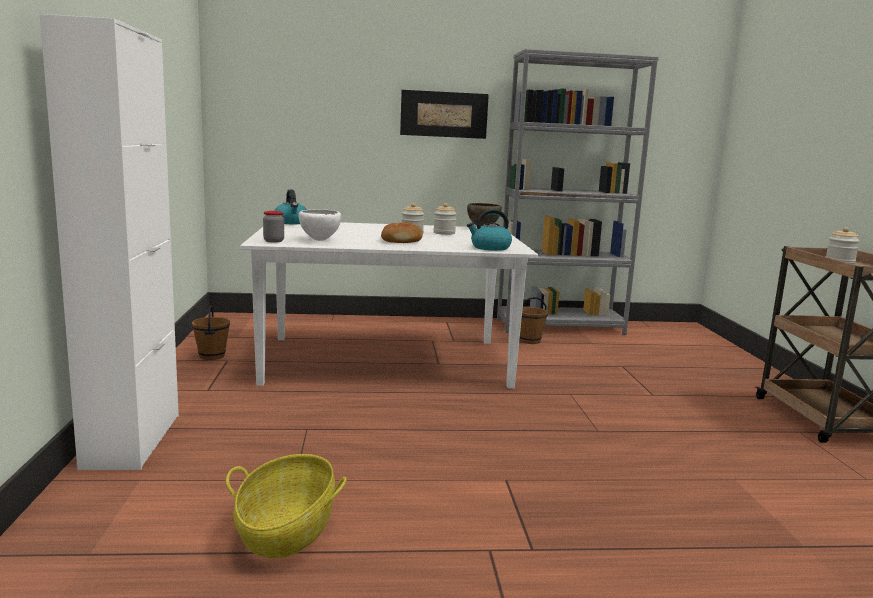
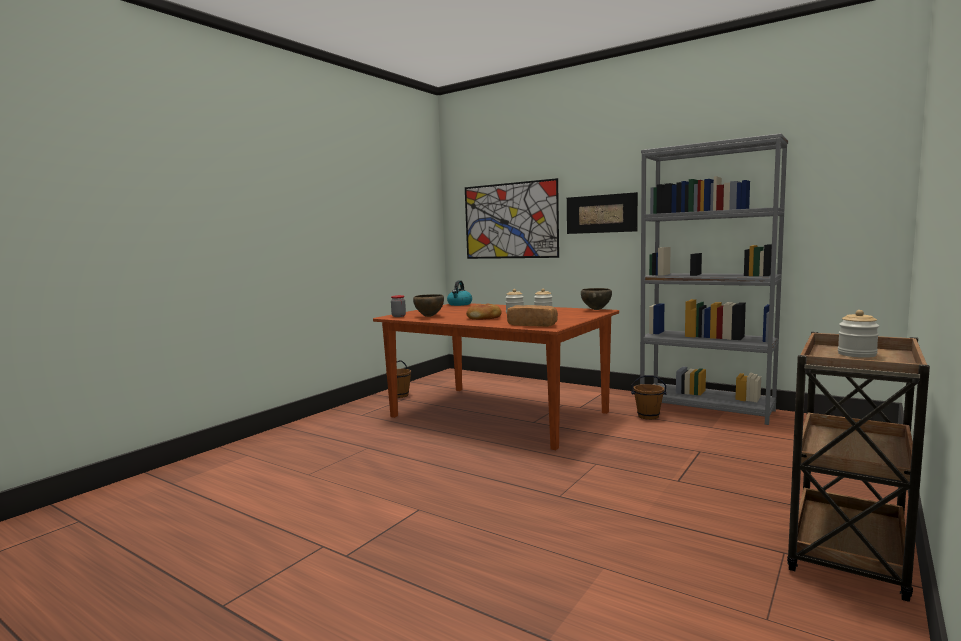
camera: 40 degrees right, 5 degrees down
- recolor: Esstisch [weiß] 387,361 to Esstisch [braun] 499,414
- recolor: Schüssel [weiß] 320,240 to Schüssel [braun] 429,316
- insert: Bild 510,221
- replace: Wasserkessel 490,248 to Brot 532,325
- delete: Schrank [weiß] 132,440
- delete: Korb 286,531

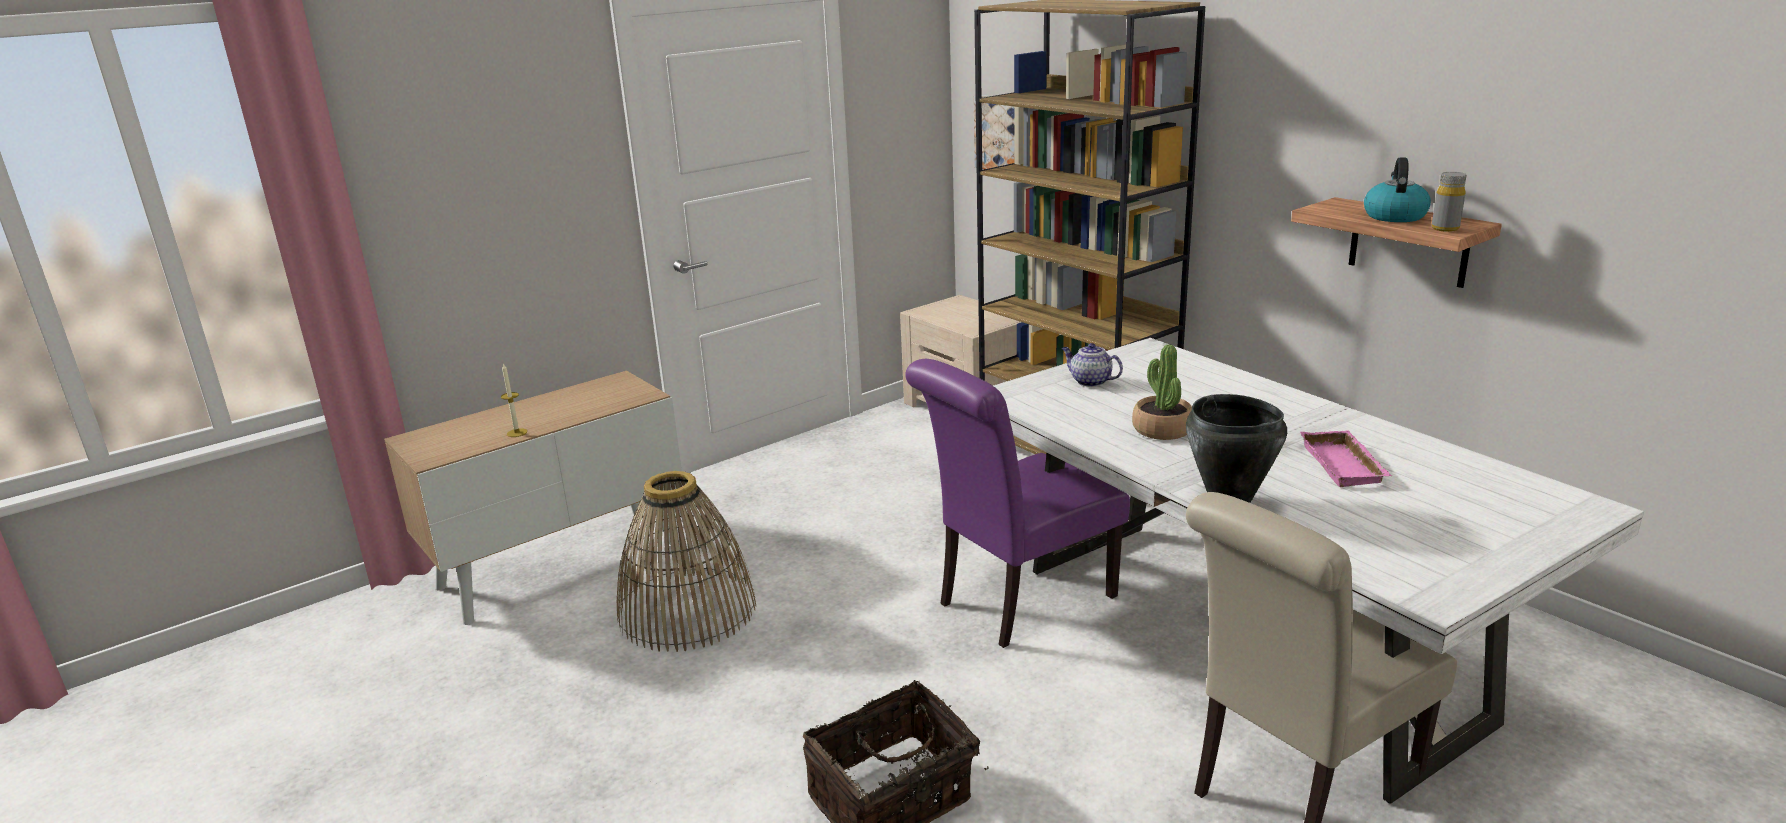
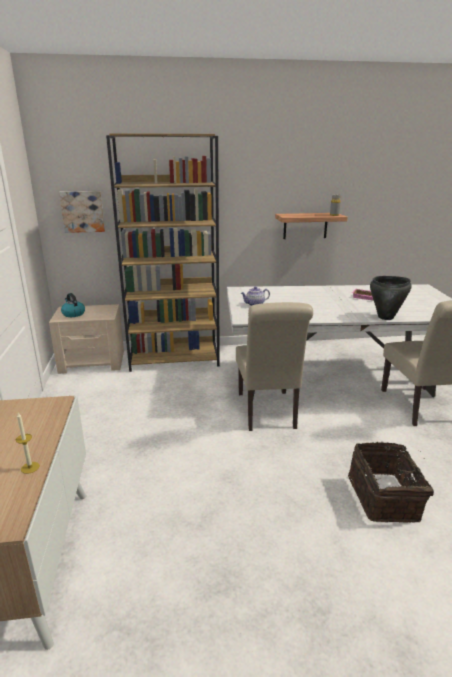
camera: 60 degrees left, 0 degrees up
- move: Wasserkessel 1394,216 to 73,314
- recolor: Stuhl [lila] 1018,602 to Stuhl [beige] 267,413
- delete: Korb 687,611
- delete: Topfpflanze 1162,429

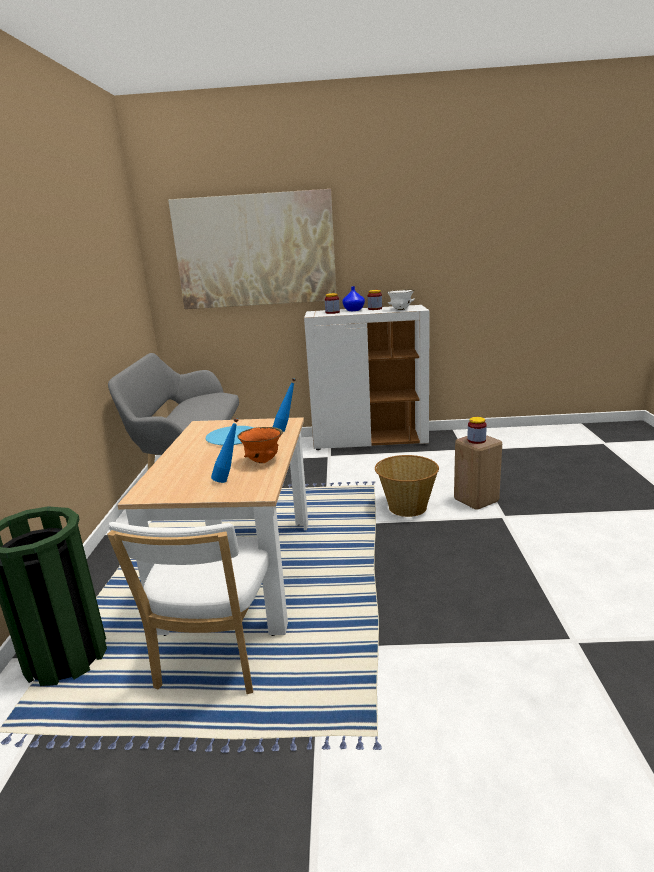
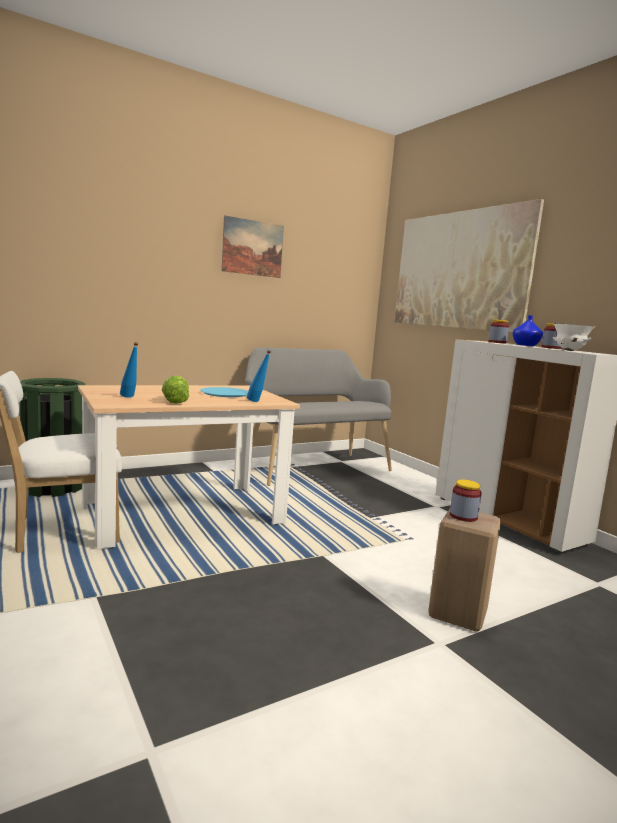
camera: 55 degrees right, 10 degrees down
- replace: Schüssel [orange] 263,461 to Salatkopf 176,401
- insert: Bild 252,248
- delete: Korb 406,507

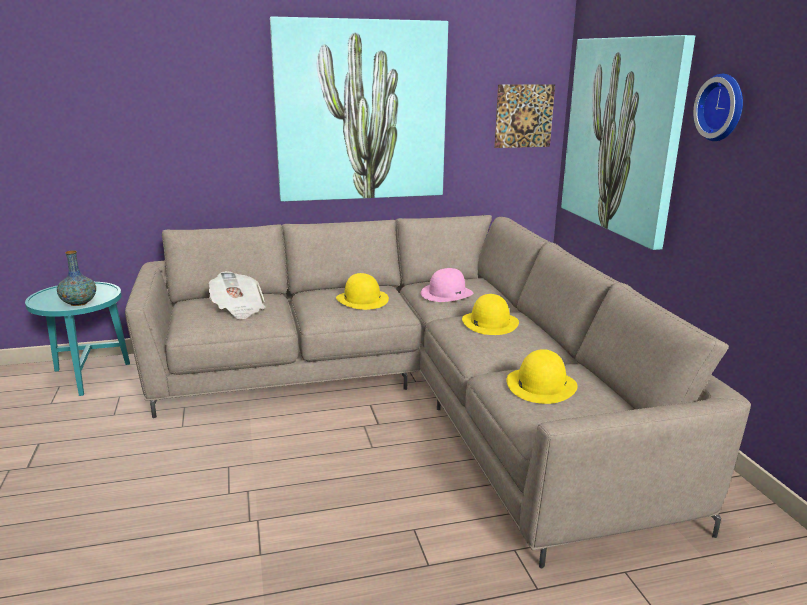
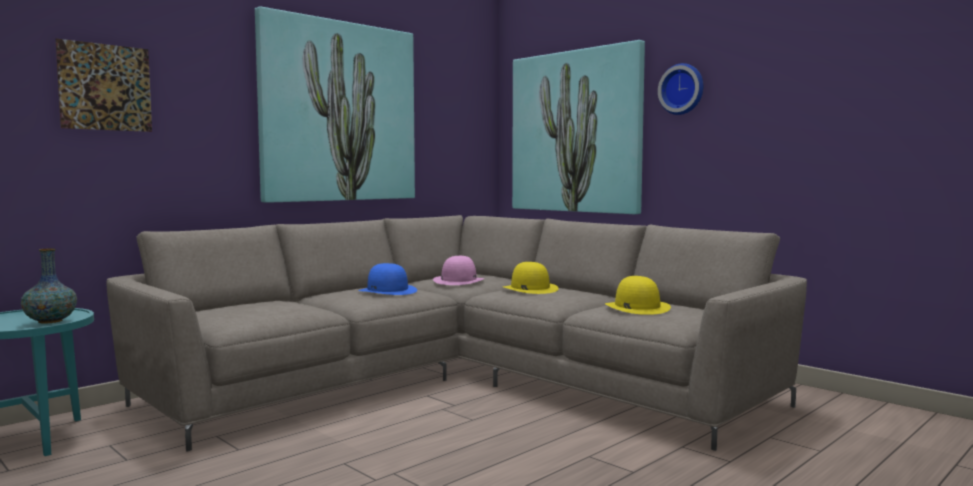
camera: 30 degrees left, 15 degrees down
- move: Bild 524,116 to 105,87
- recolor: Hut [gelb] 362,299 to Hut [blau] 388,291
- delete: Zeitung 238,309

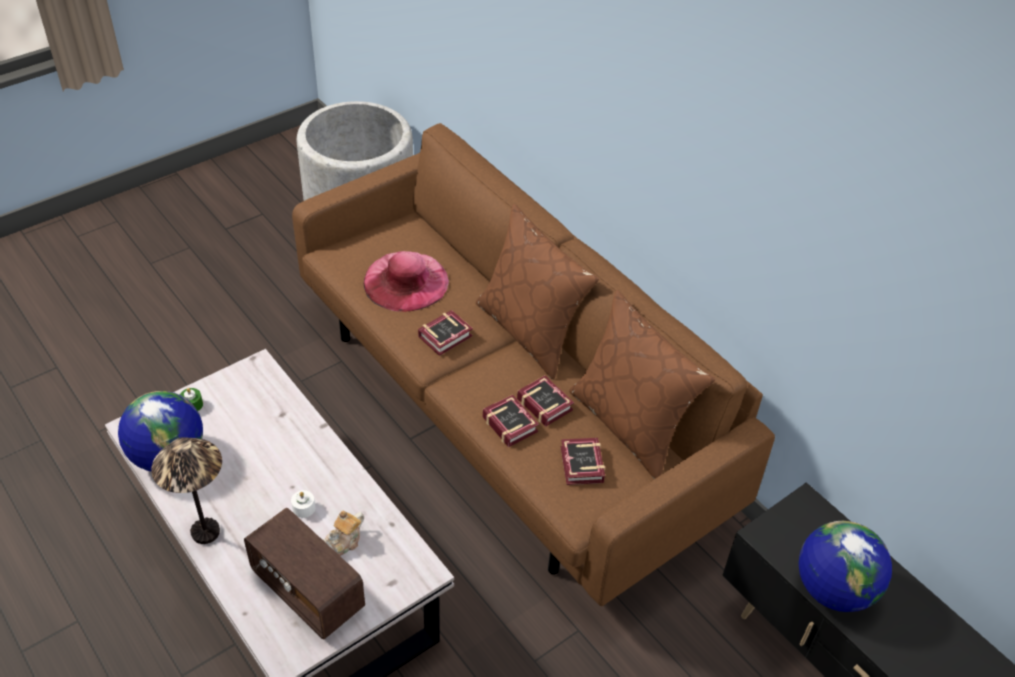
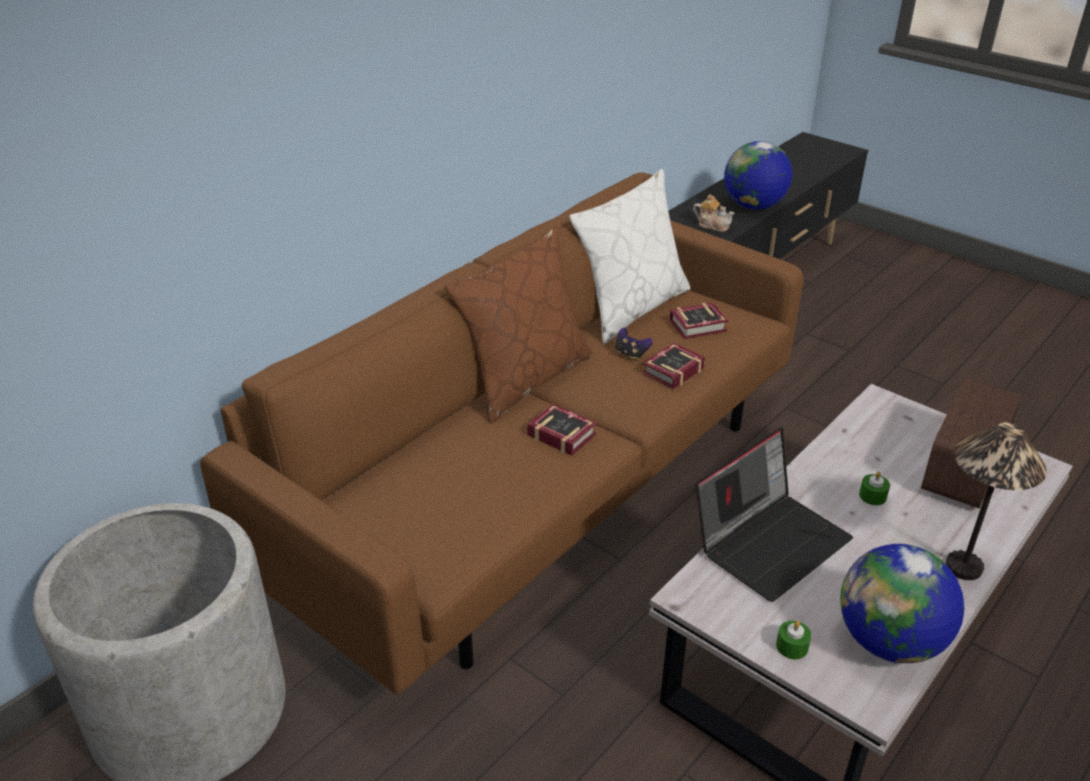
camera: 100 degrees left, 10 degrees down
- recolor: Kissen [braun] 630,425 to Kissen [weiß] 630,307
- replace: Buch 544,402 to Gamepad 631,354
- move: Teekanne 344,542 to 712,225
- insert: Laptop 770,541
- recolor: Kerze [weiß] 304,508 to Kerze [grün] 872,496
- delete: Hut [rosa] 405,281

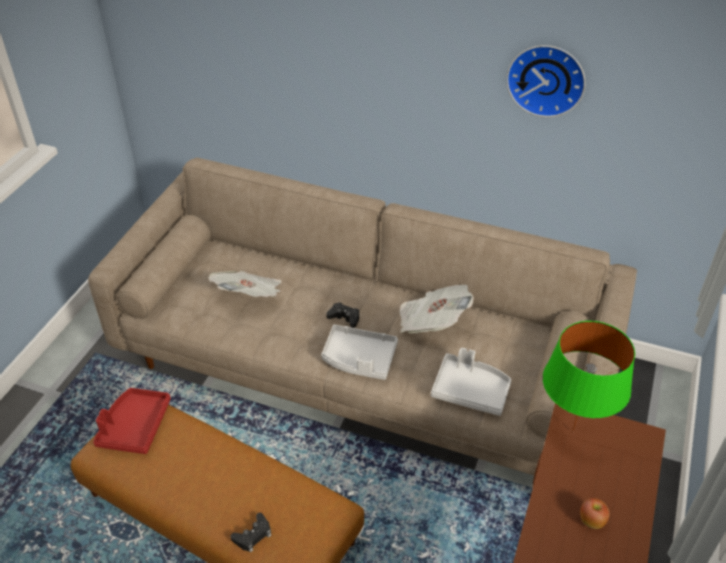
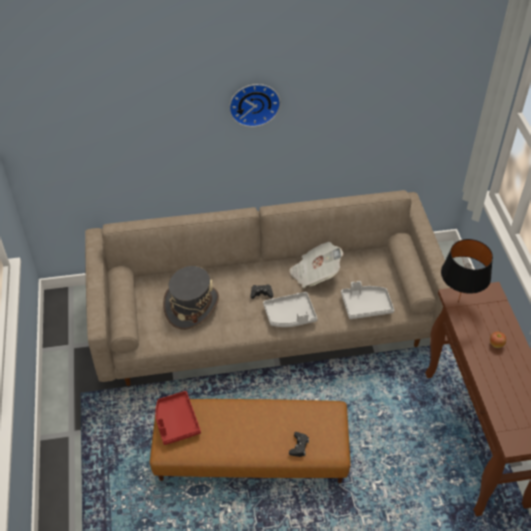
camera: 30 degrees left, 5 degrees up
- replace: Zeitung 250,297 to Hut [grau] 191,306
- move: Wanduhr 546,79 to 254,103
- recolor: Tischlampe [grün] 571,430 to Tischlampe [schwarz] 457,303

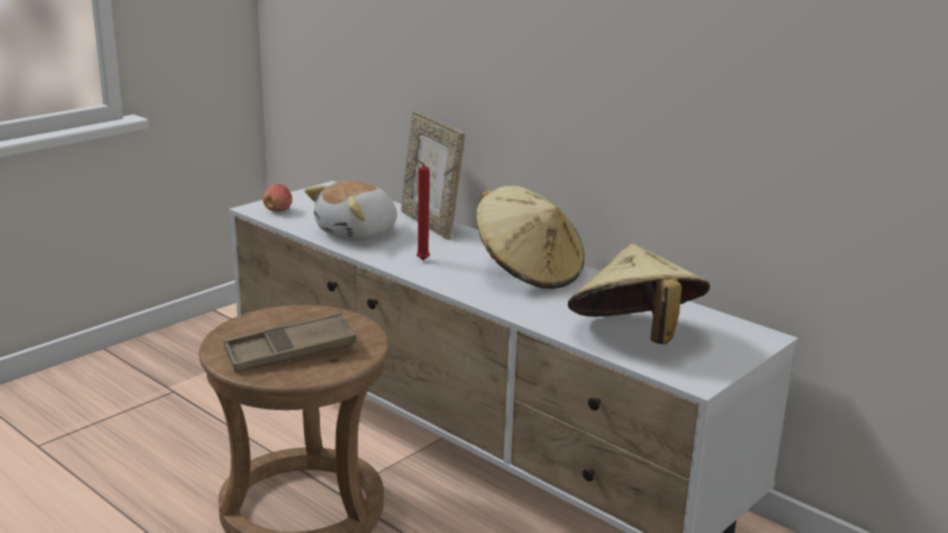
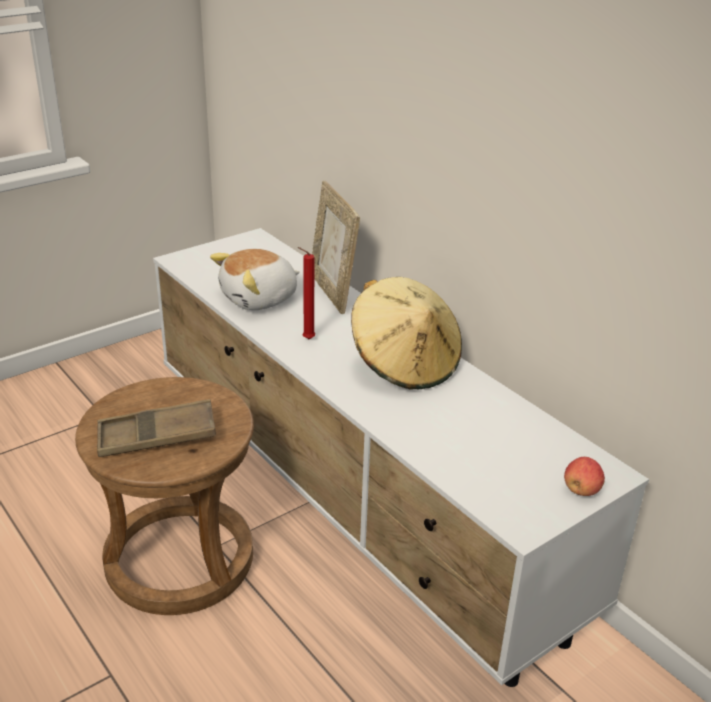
camera: 10 degrees right, 10 degrees up
- move: Apfel 278,211 to 581,490
- delete: Hut [beige] 634,337

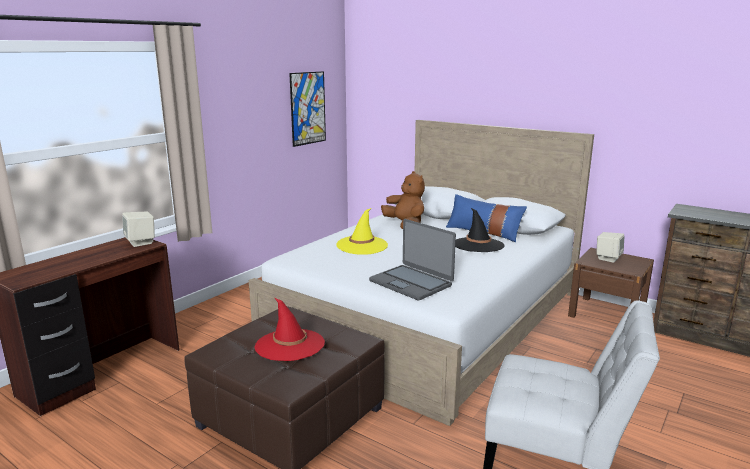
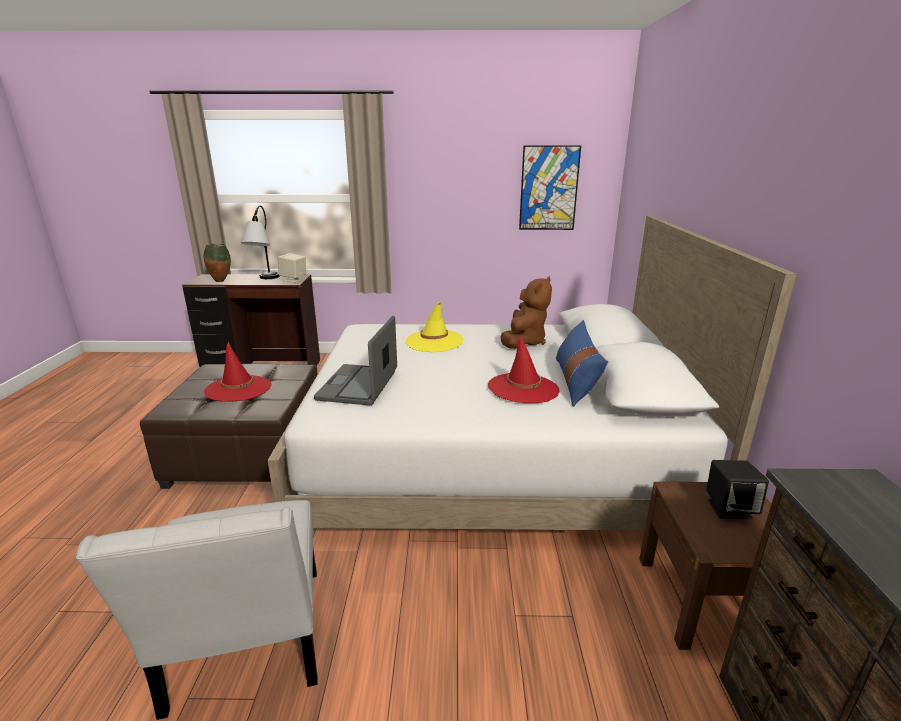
camera: 55 degrees right, 5 degrees up
- insert: Vase 221,281
- insert: Tischlampe 264,280
- recolor: Hut [schwarz] 478,245 to Hut [rot] 523,388
- recolor: Lautsprecher [beige] 608,258 to Lautsprecher [schwarz] 729,509

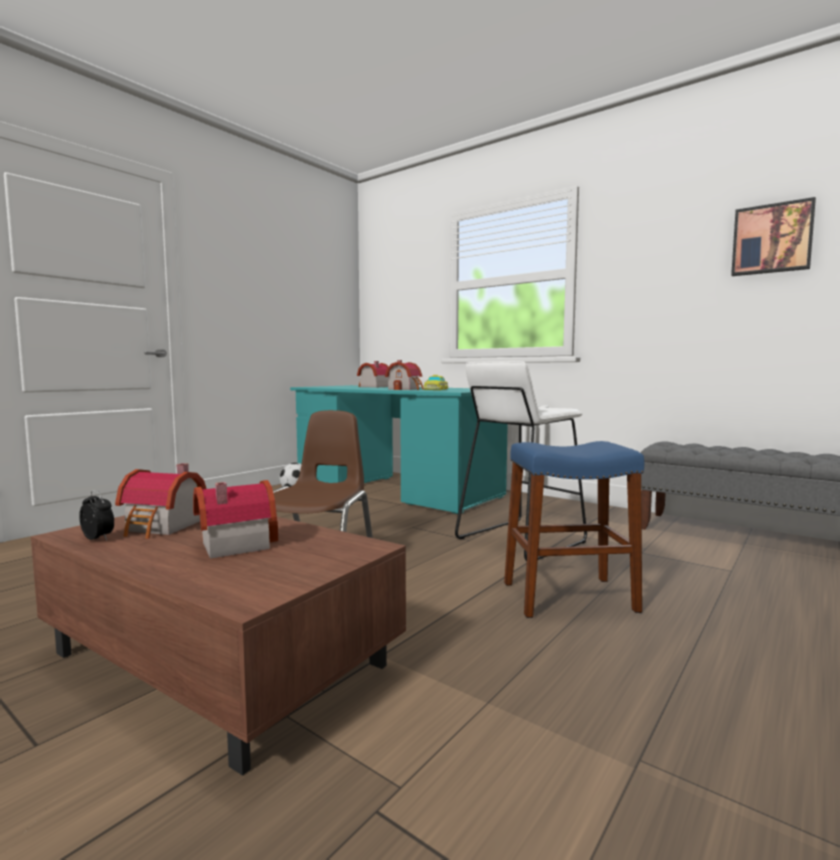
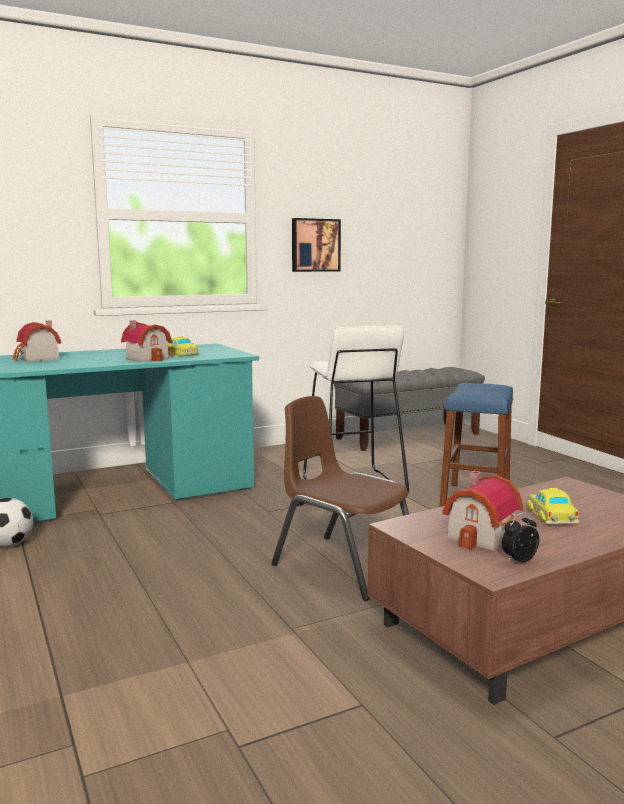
camera: 65 degrees left, 5 degrees up
- move: Bild 772,239 to 315,245
- replace: Spielzeughaus 232,544 to Spielzeugauto 552,516

